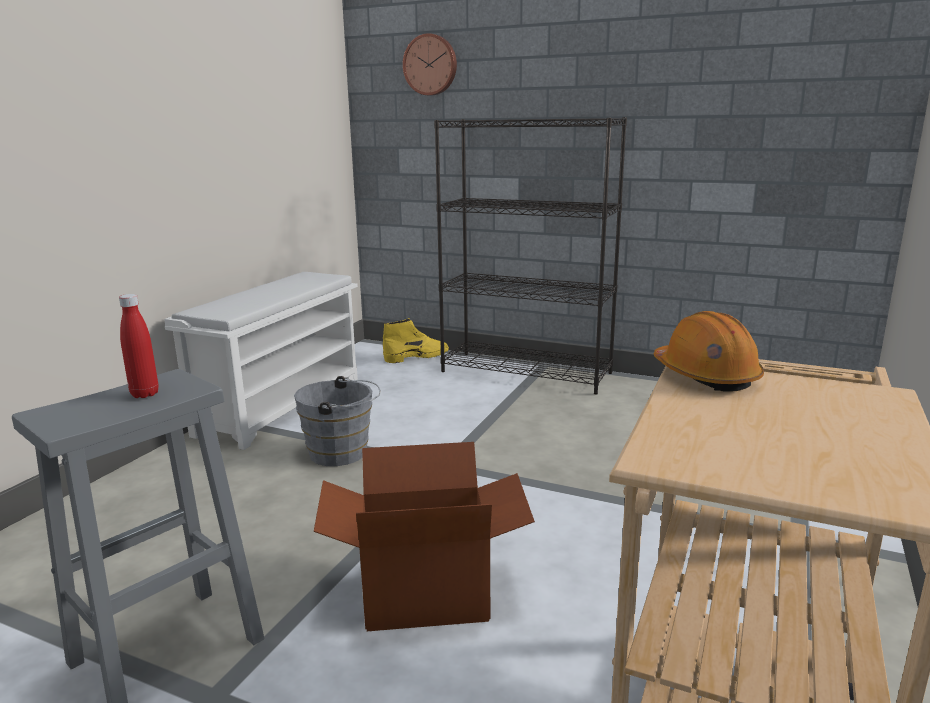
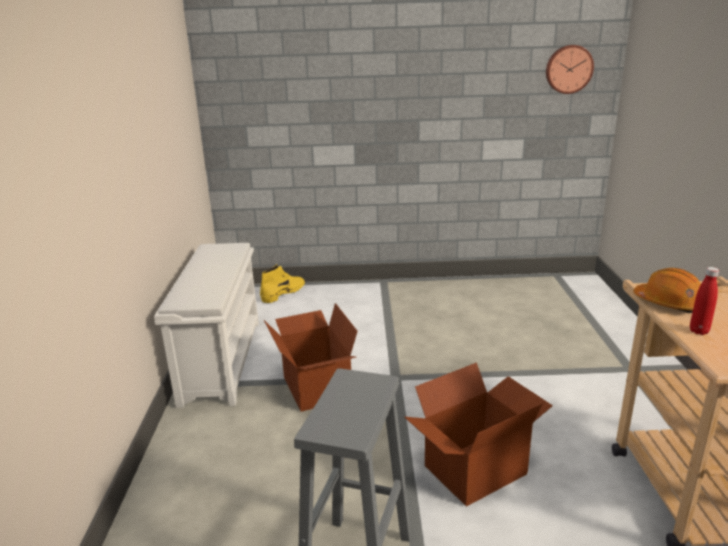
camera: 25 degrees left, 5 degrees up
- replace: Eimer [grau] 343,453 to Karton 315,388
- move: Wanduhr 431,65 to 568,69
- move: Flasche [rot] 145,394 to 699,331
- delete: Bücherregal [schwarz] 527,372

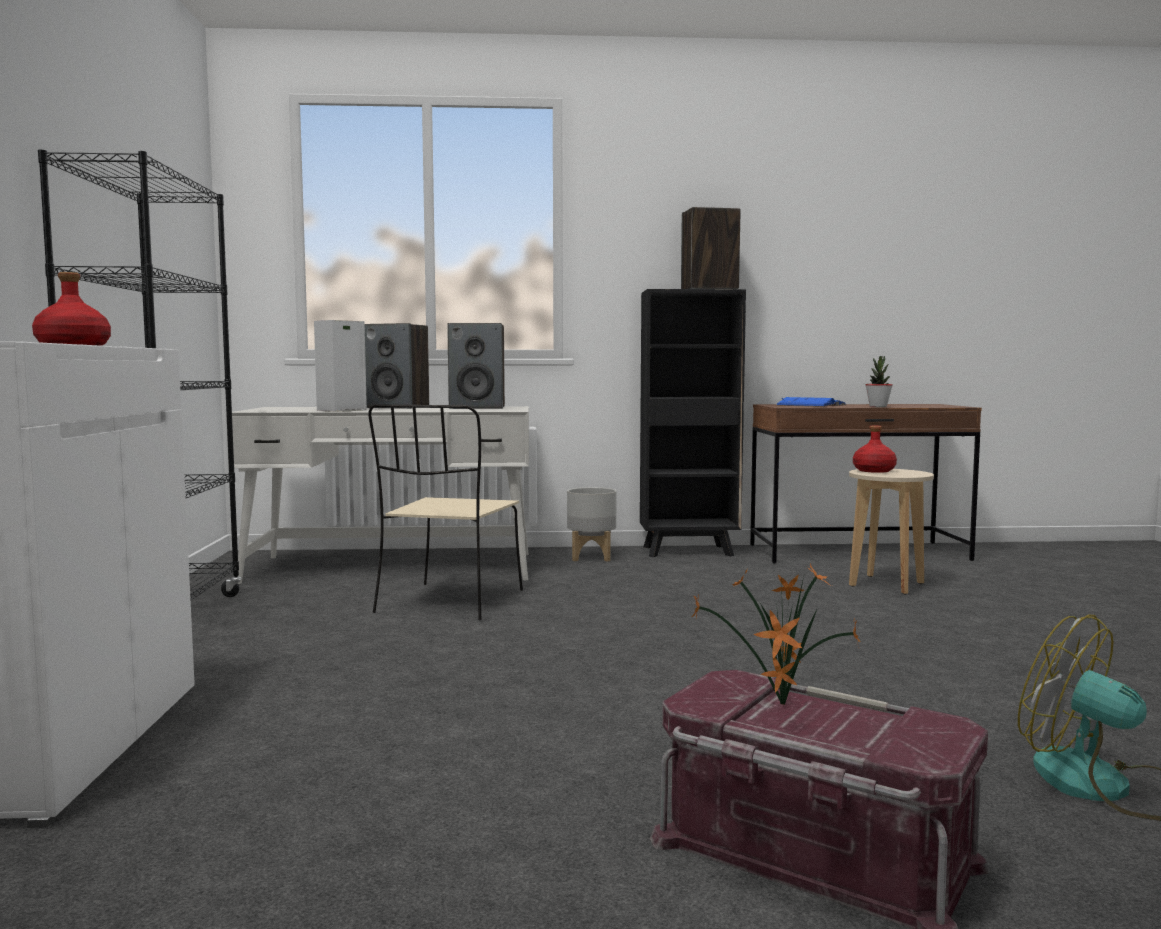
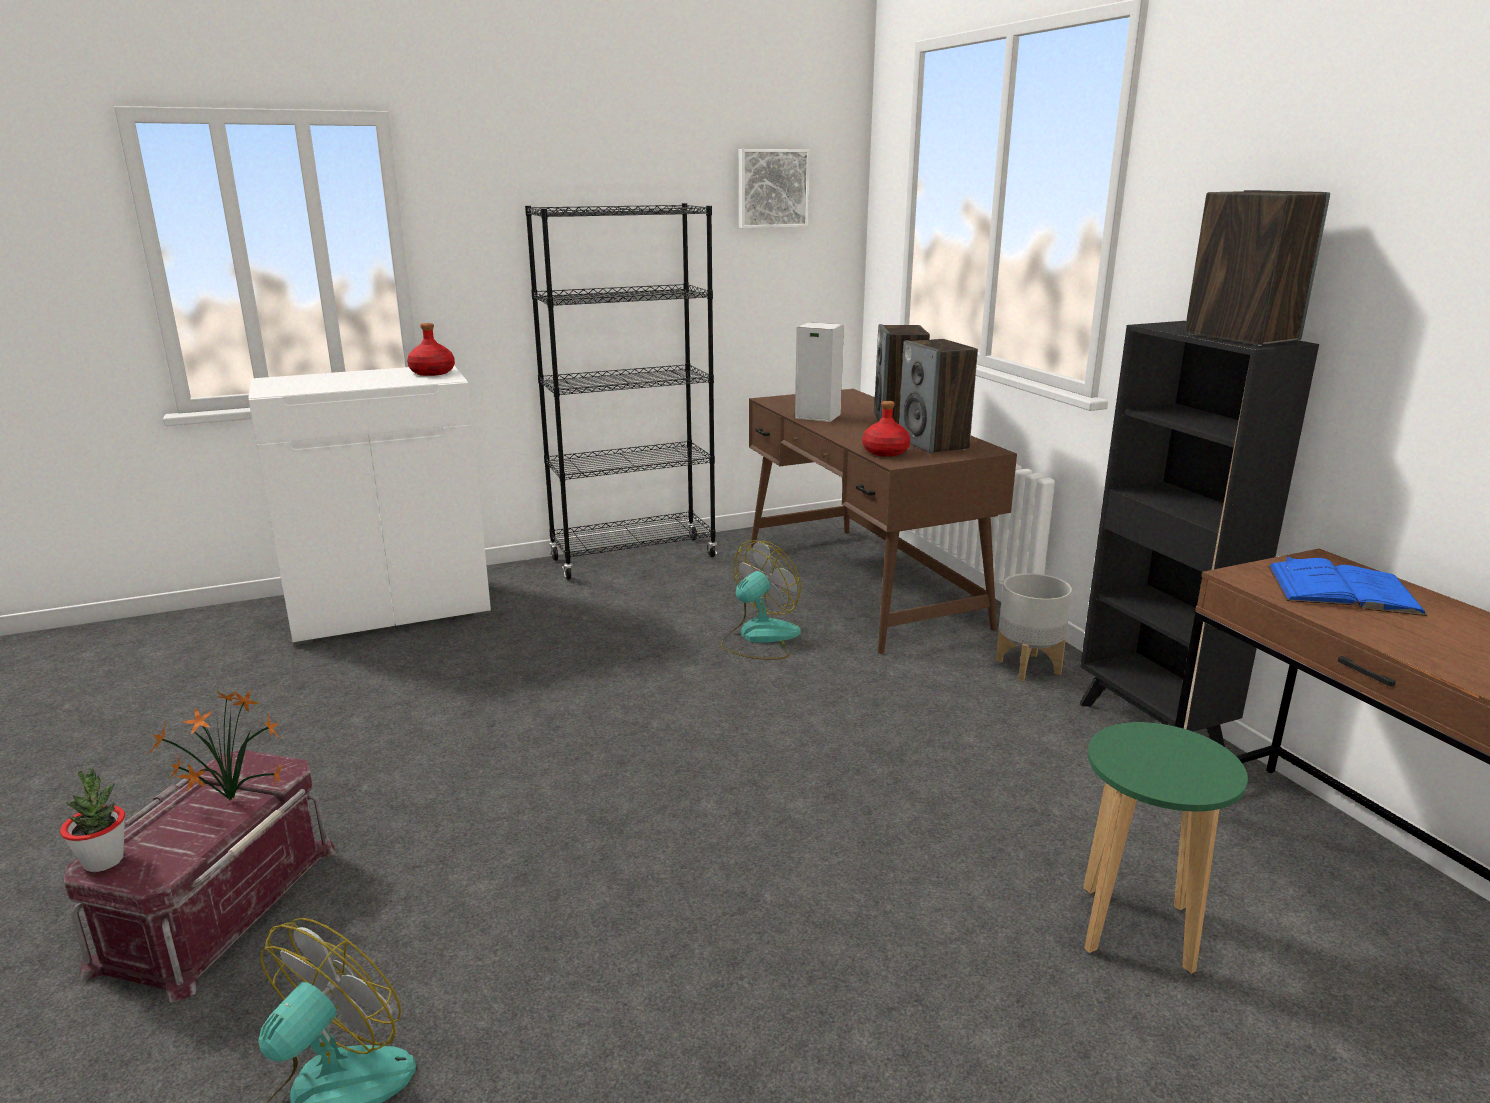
camera: 70 degrees right, 15 degrees up
- move: Topfpflanze 878,406 to 104,861
- replace: Stuhl [beige] 449,603 to Ventilator 759,638
- insert: Bild 772,188
- recolor: Schreibtisch [weiß] 393,568 to Schreibtisch [braun] 861,584
- move: Flasche [rot] 874,471 to 885,452
- recolor: Hocker [beige] 886,585 to Hocker [grün] 1135,928

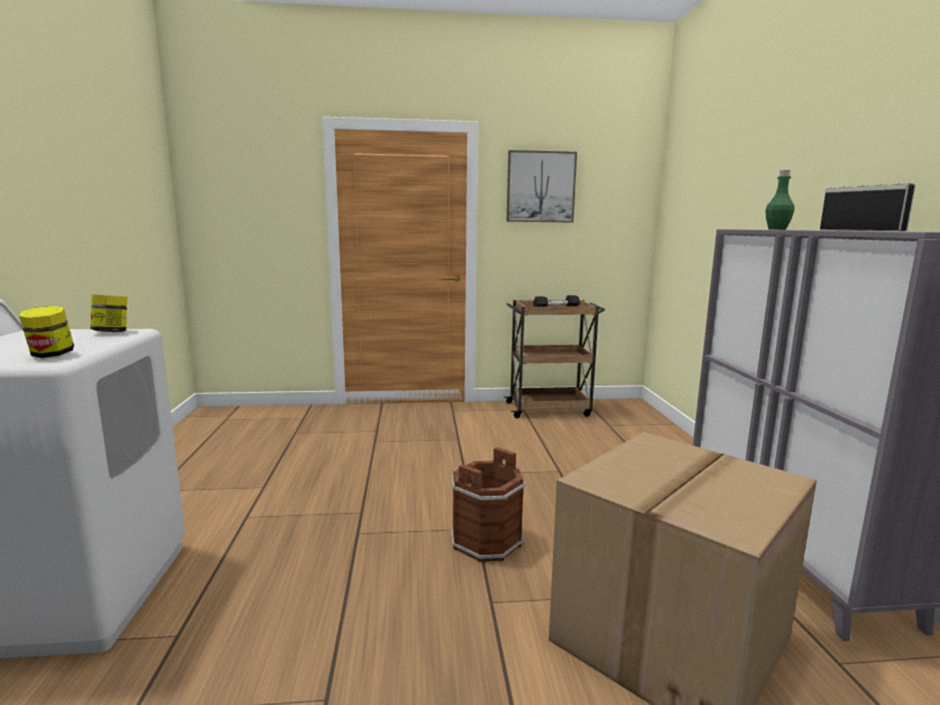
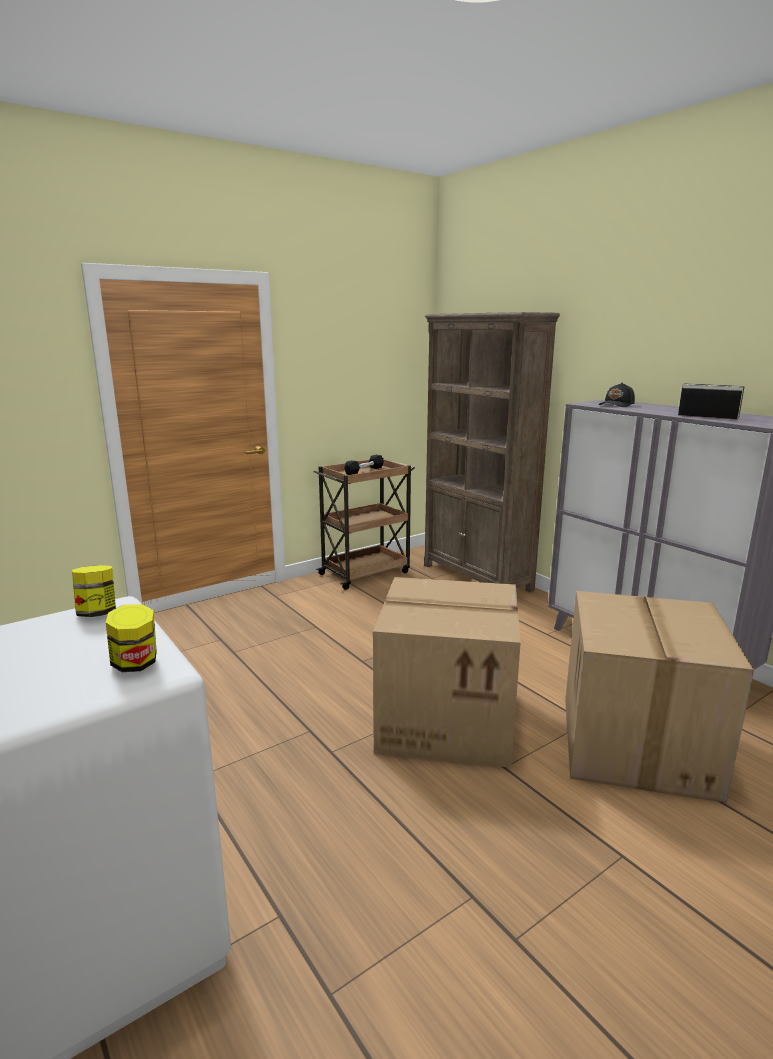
camera: 30 degrees left, 5 degrees up
- replace: Eimer [braun] 487,541 to Karton 448,718
- insert: Bücherregal [braun] 477,577
- replace: Flasche [grün] 777,229 to Kappe [schwarz] 617,405
- delete: Bild 540,187

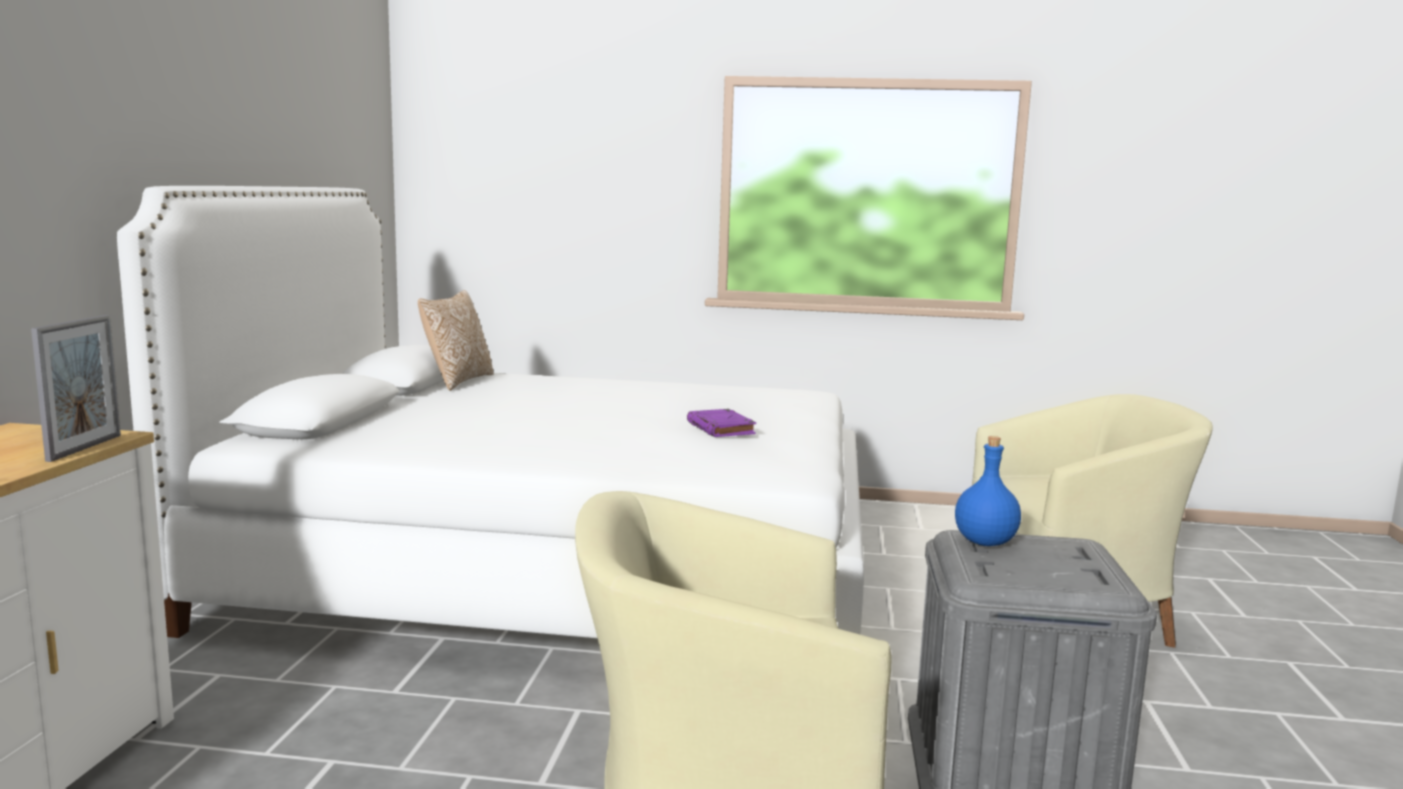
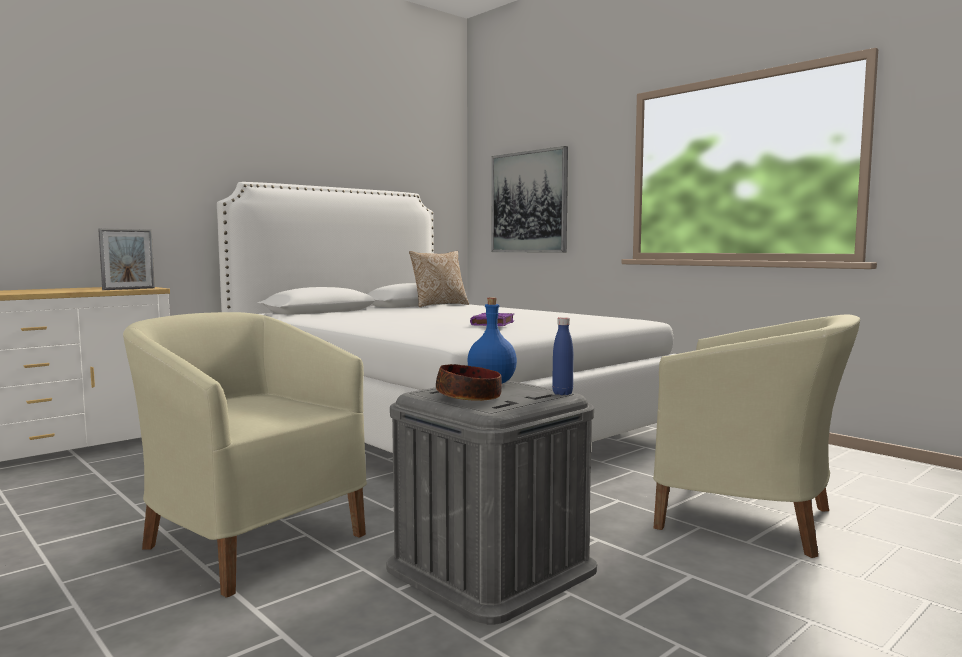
camera: 40 degrees right, 5 degrees down
- insert: Schüssel 469,398
- insert: Bild 529,202
- insert: Flasche [blau] 562,393

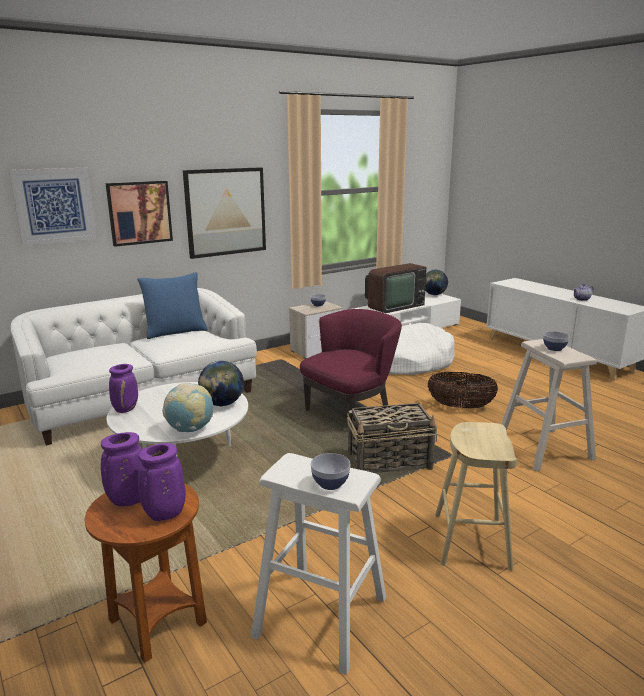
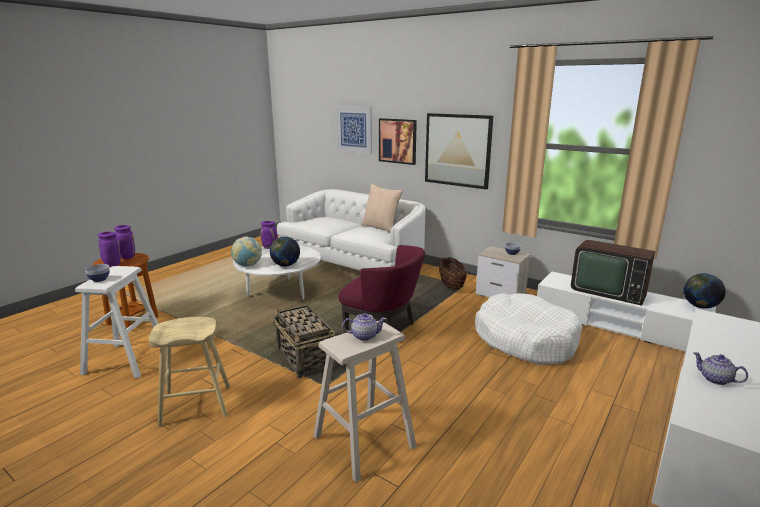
camera: 70 degrees right, 0 degrees up
- replace: Schüssel 554,348 to Teekanne 364,336
- recolor: Kissen [blau] 175,332 to Kissen [beige] 381,227
- move: Korb 460,407 to 451,286

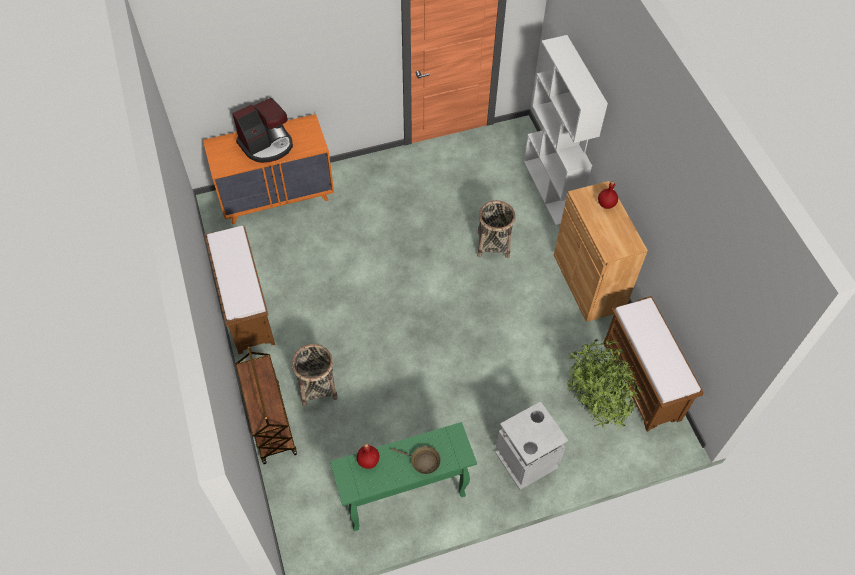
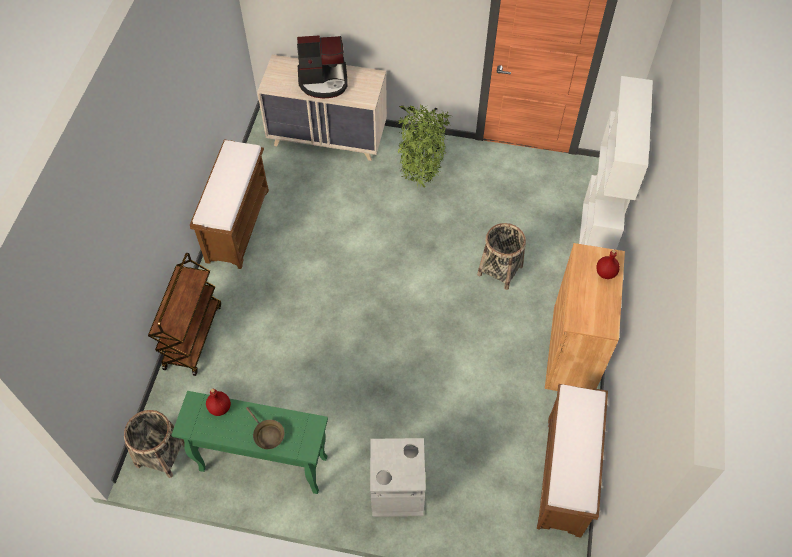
camera: 30 degrees right, 0 degrees up
- move: Korb 317,387 to 162,454
- recolor: Kommode [orange] 277,196 to Kommode [beige] 328,137
- move: Topfpflanze 595,402 to 421,170

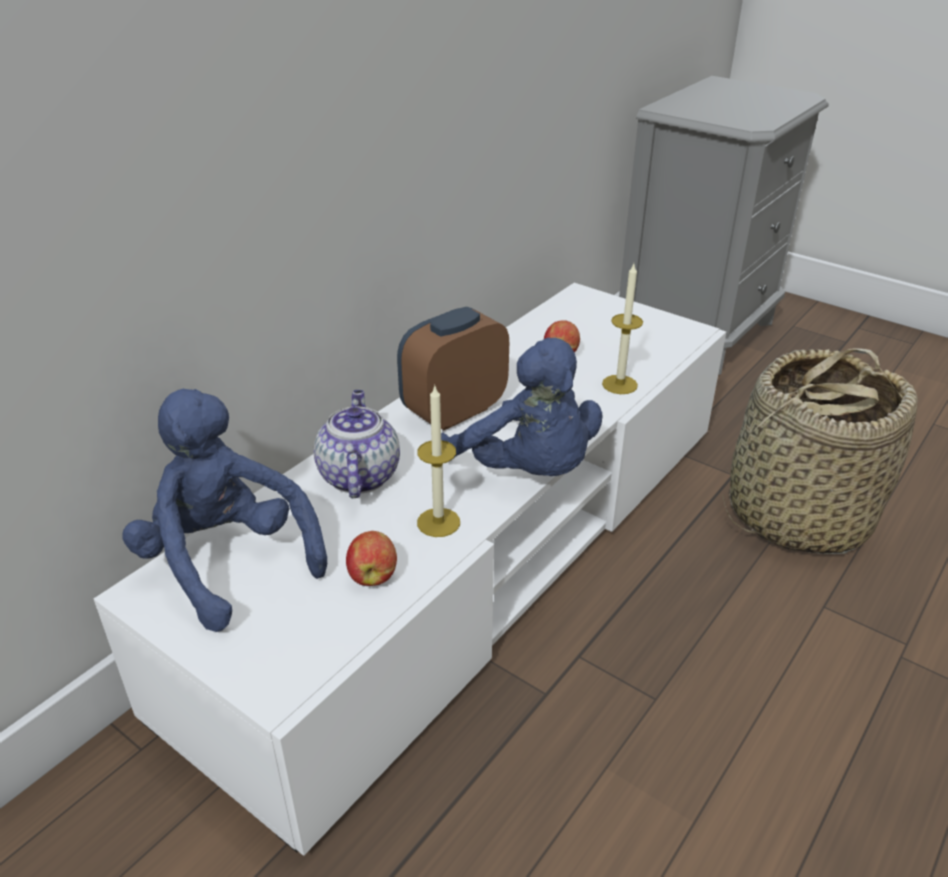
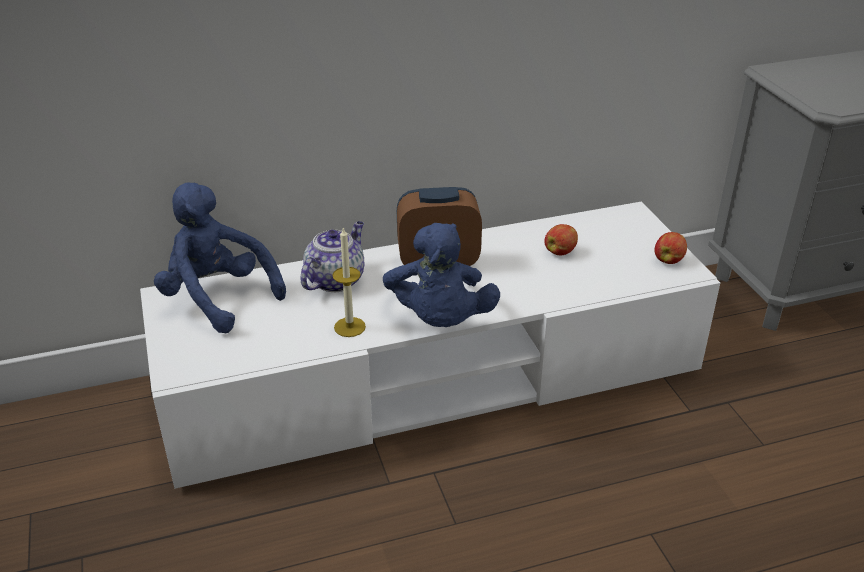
camera: 35 degrees right, 0 degrees up
- rotate: Plüschtier [blau] 227,561 = 217,298 45 degrees counterclockwise
- move: Apfel 373,575 to 668,260
- delete: Kerze 619,384
- delete: Korb 796,514

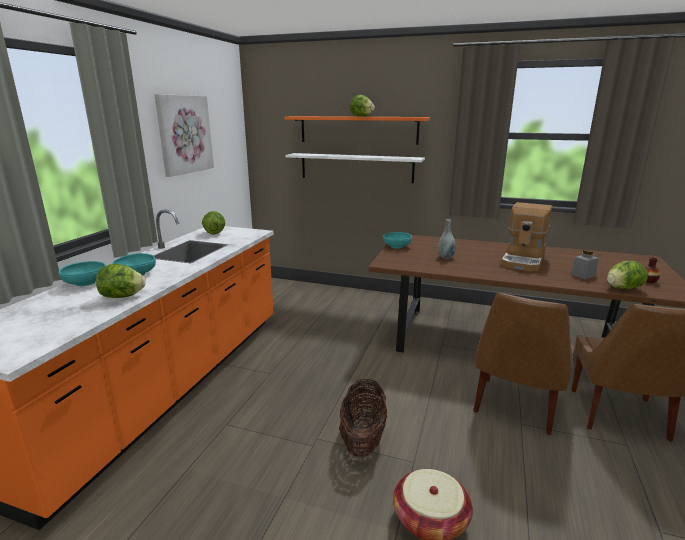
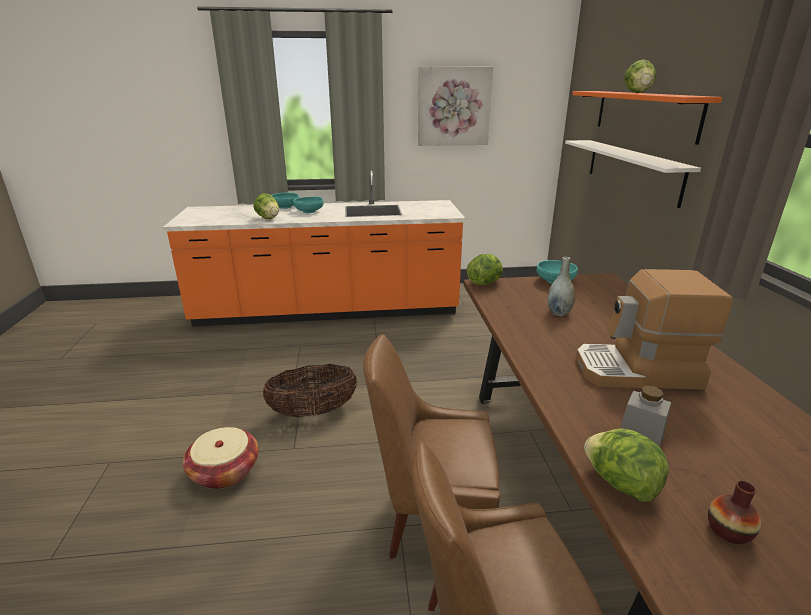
camera: 65 degrees right, 5 degrees up
- move: Salatkopf 214,233 to 485,283

